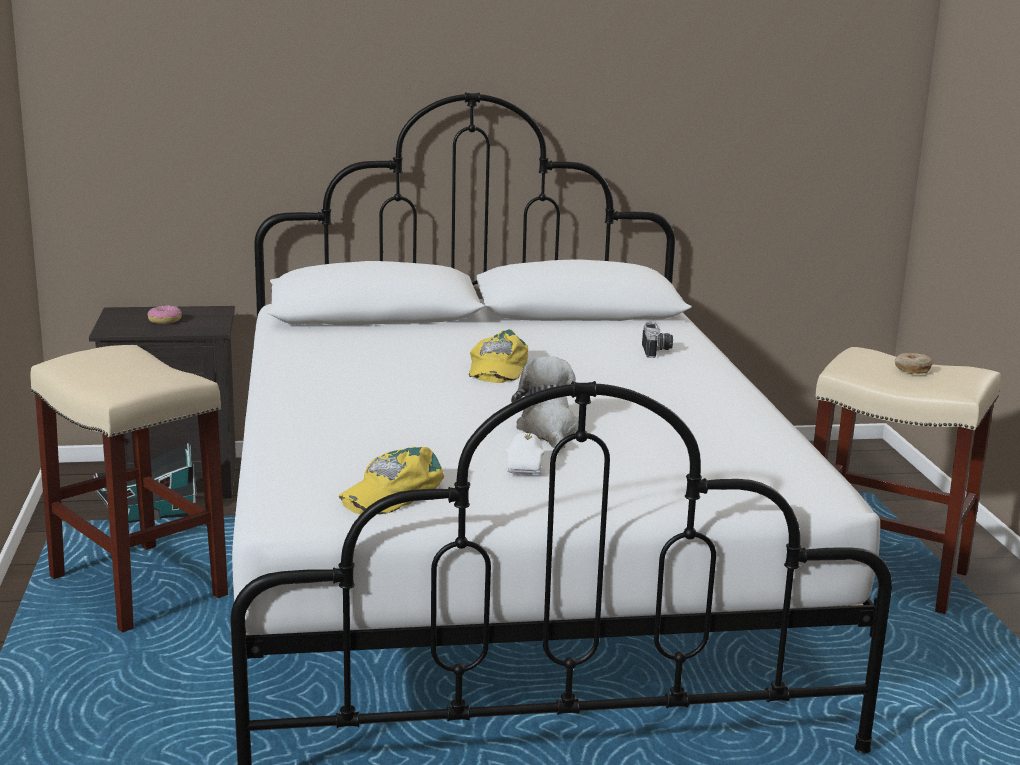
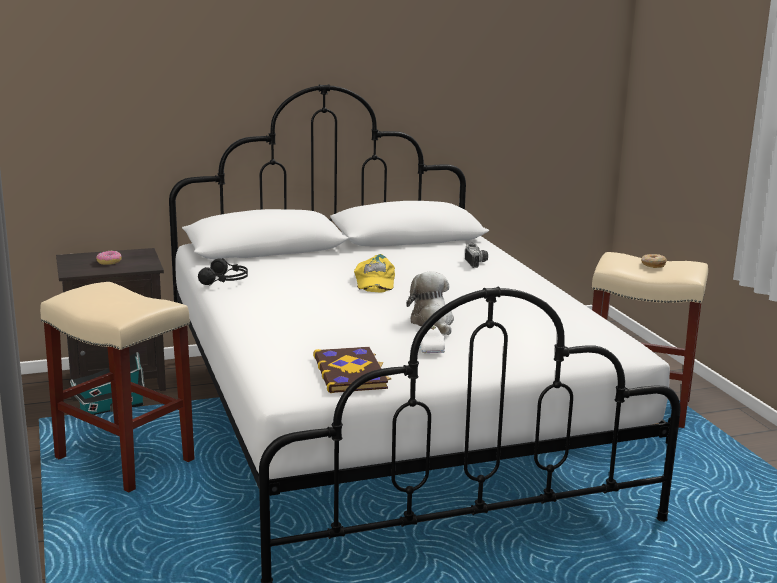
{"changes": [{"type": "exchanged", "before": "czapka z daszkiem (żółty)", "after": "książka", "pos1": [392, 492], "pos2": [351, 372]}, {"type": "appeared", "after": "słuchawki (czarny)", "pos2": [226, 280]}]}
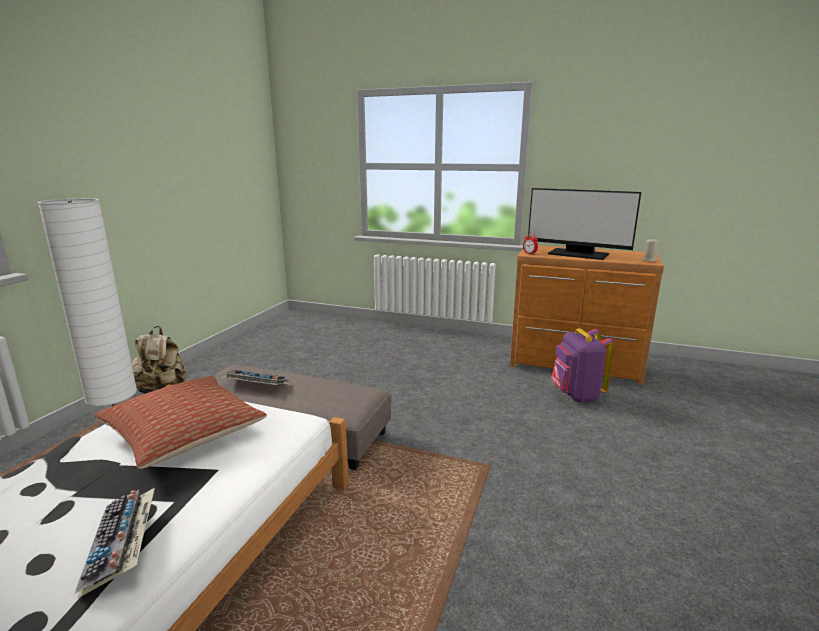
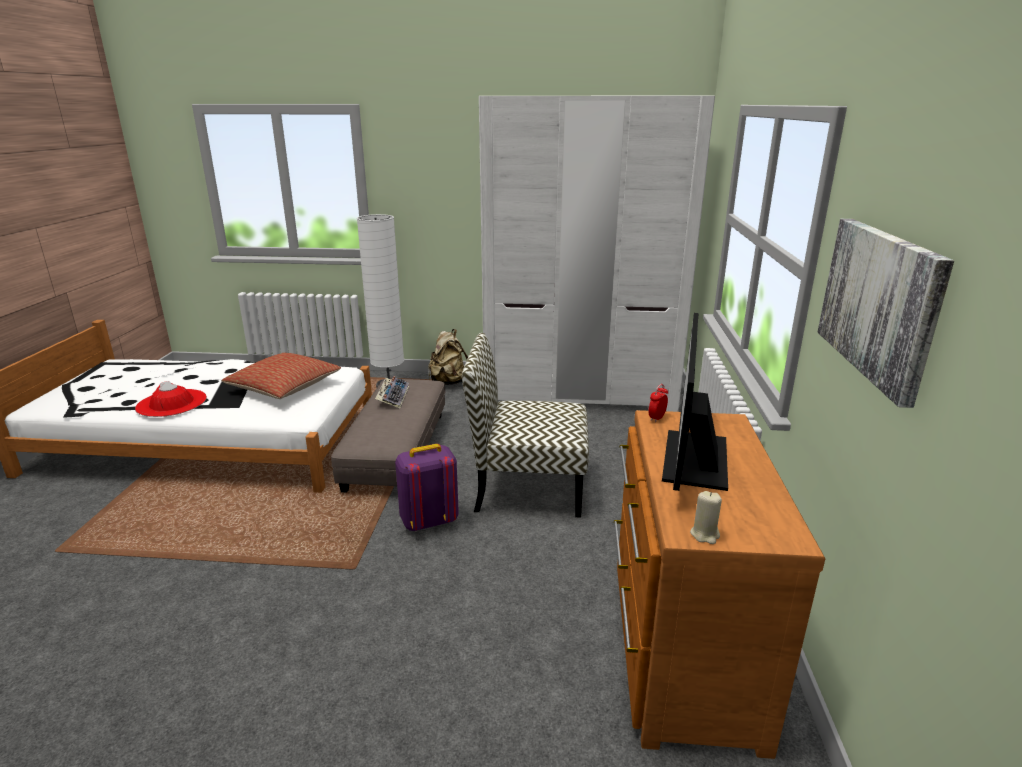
{"changes": [{"type": "exchanged", "before": "klawiatura", "after": "kapelusz (czerwony)", "pos1": [122, 546], "pos2": [171, 403]}, {"type": "relocated", "before": "plecak (fioletowy)", "pos1": [576, 395], "pos2": [428, 521]}, {"type": "appeared", "after": "krzesło", "pos2": [527, 488]}, {"type": "appeared", "after": "szafa (biały)", "pos2": [579, 392]}, {"type": "appeared", "after": "obraz", "pos2": [880, 303]}]}
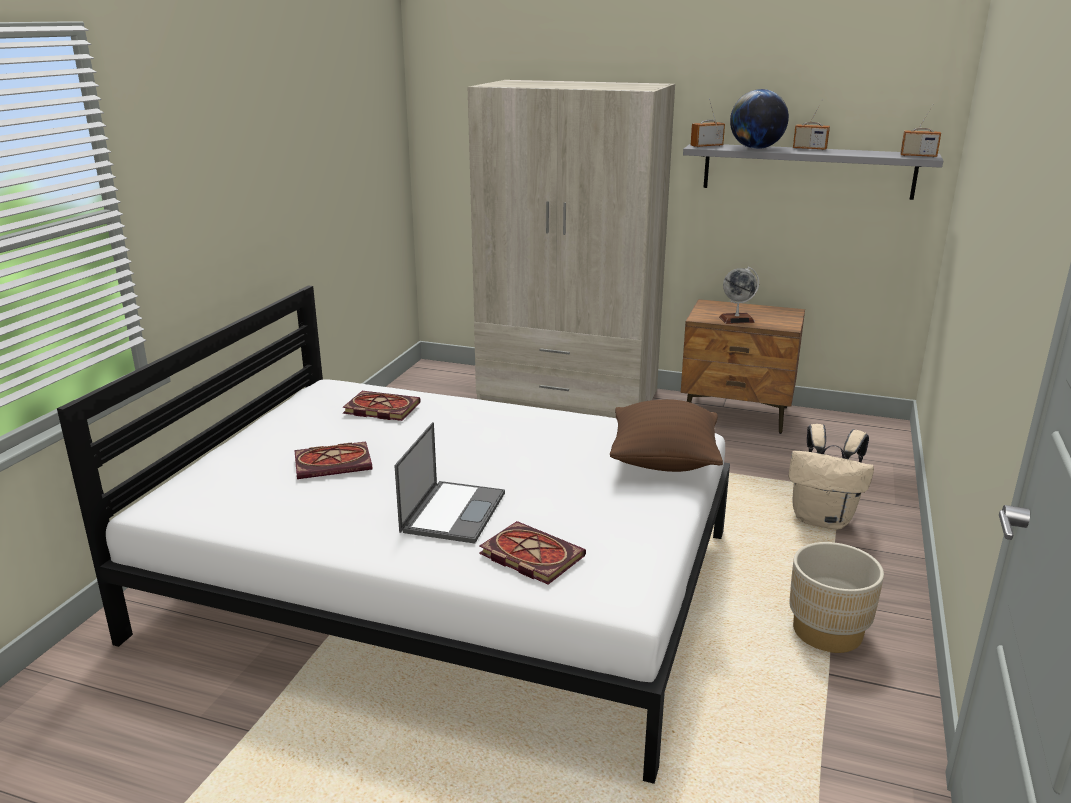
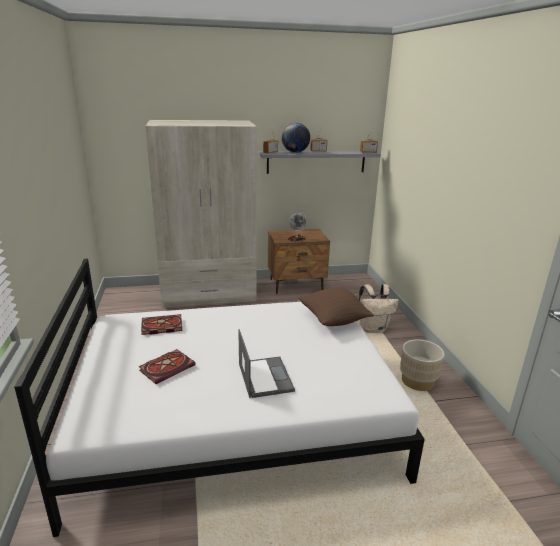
{"changes": [{"type": "missing", "before": "książka", "pos1": [528, 555]}]}
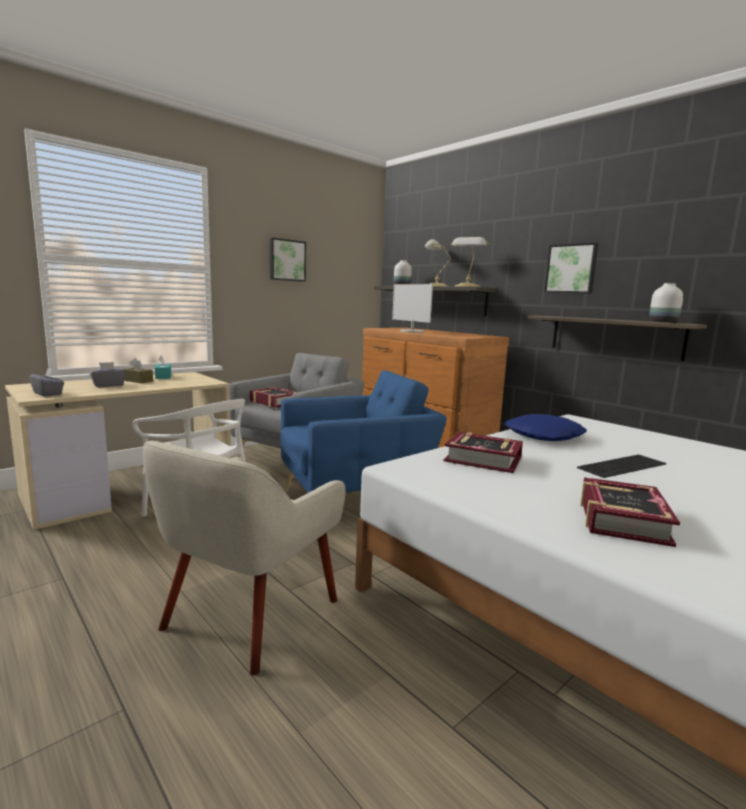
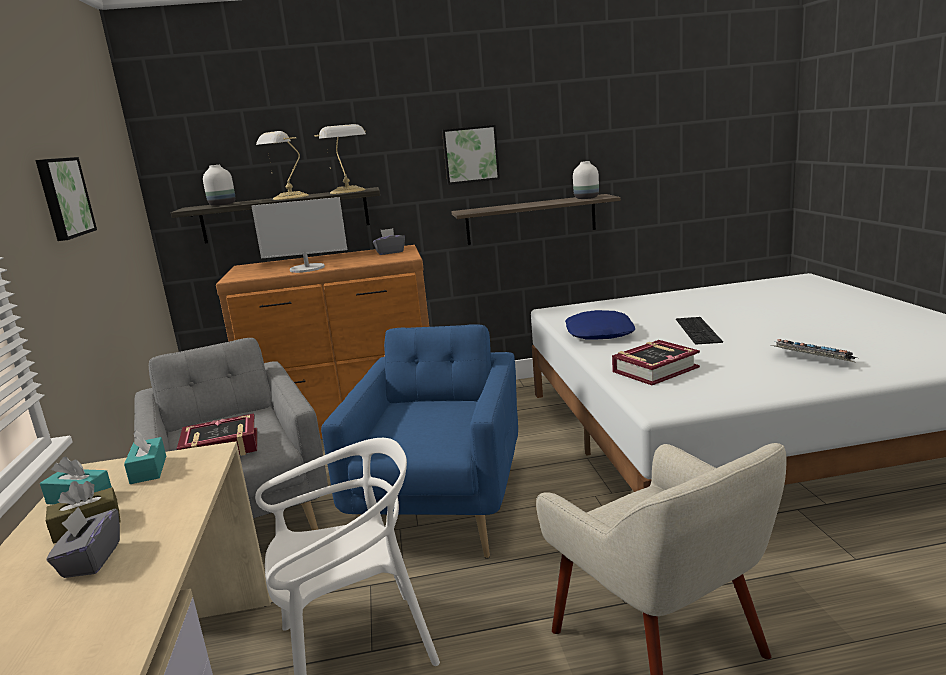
{"changes": [{"type": "relocated", "before": "pudełko chusteczek (szary)", "pos1": [48, 394], "pos2": [390, 252]}, {"type": "exchanged", "before": "książka", "after": "klawiatura", "pos1": [621, 520], "pos2": [810, 359]}, {"type": "appeared", "after": "pudełko chusteczek (turkusowy)", "pos2": [148, 470]}]}
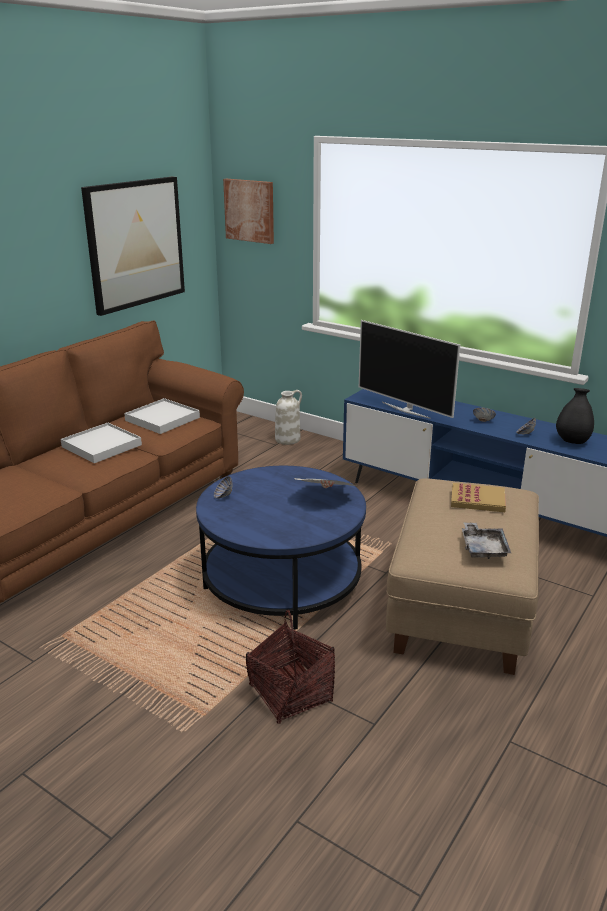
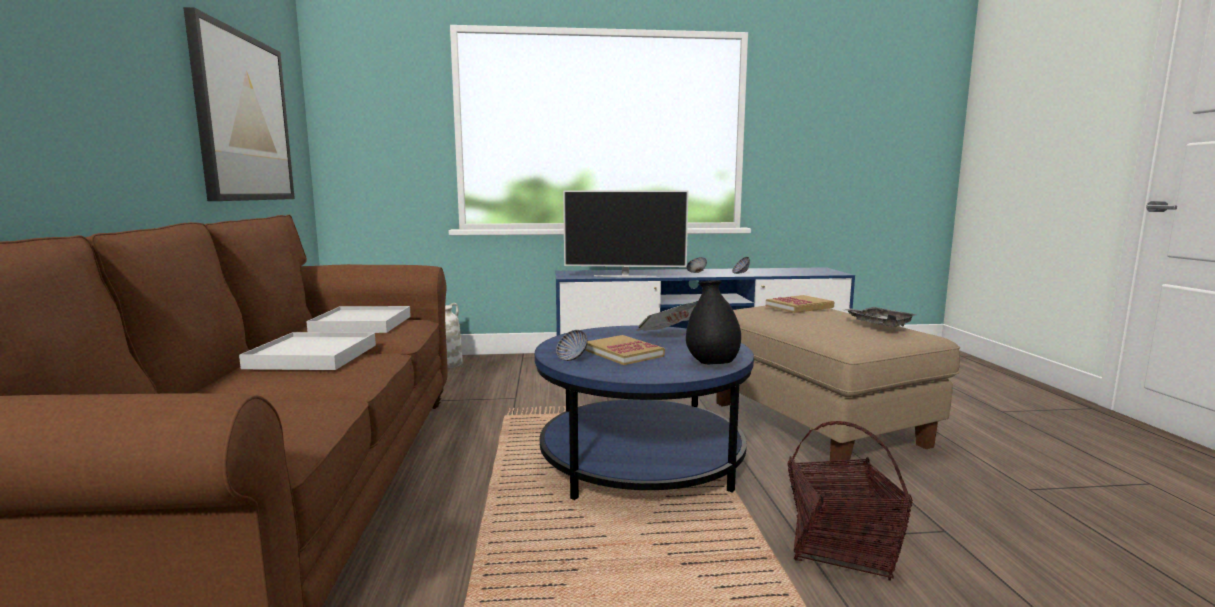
{"changes": [{"type": "missing", "before": "obraz", "pos1": [250, 210]}, {"type": "relocated", "before": "wazon (czarny)", "pos1": [572, 442], "pos2": [712, 364]}, {"type": "appeared", "after": "książka", "pos2": [623, 353]}]}
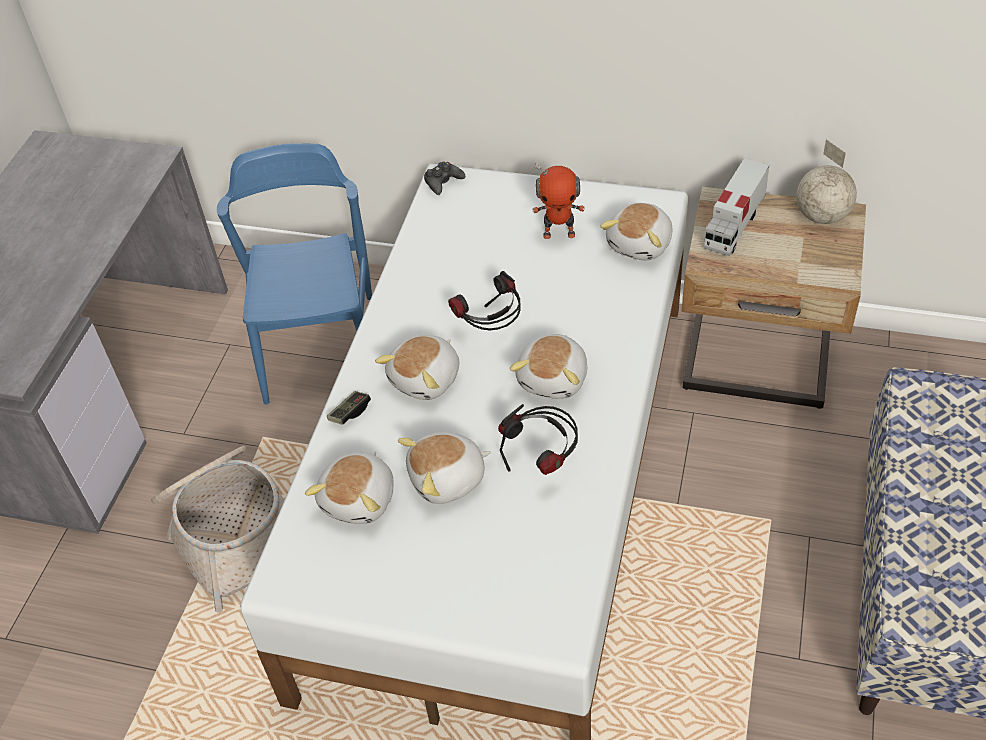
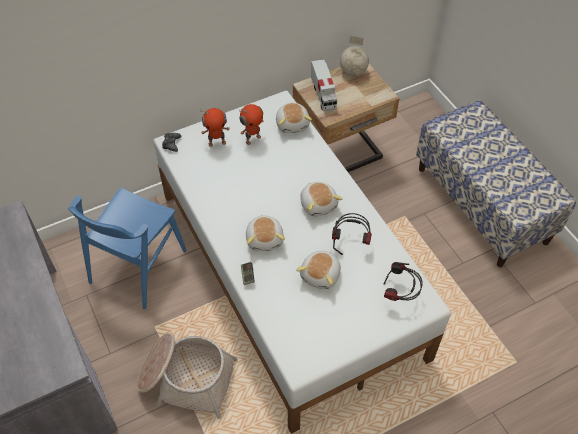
{"changes": [{"type": "spun", "before": "krzesło (niebieski)", "pos1": [320, 347], "pos2": [137, 266], "turn": -105}, {"type": "missing", "before": "pluszak", "pos1": [360, 499]}, {"type": "relocated", "before": "słuchawki", "pos1": [491, 329], "pos2": [400, 294]}, {"type": "appeared", "after": "robot zabawkowy", "pos2": [217, 142]}]}
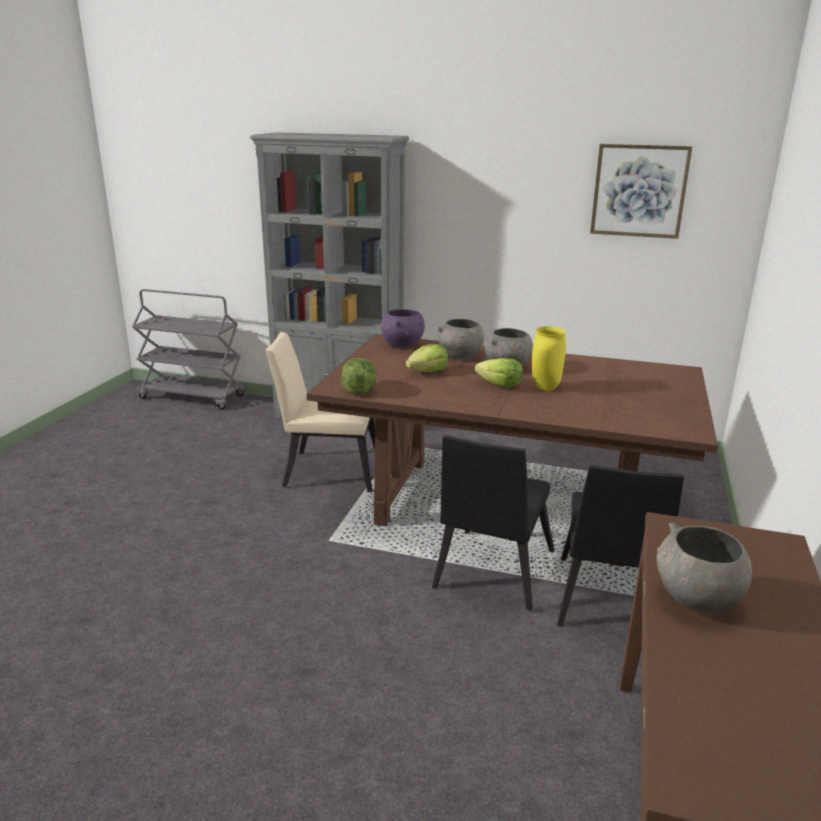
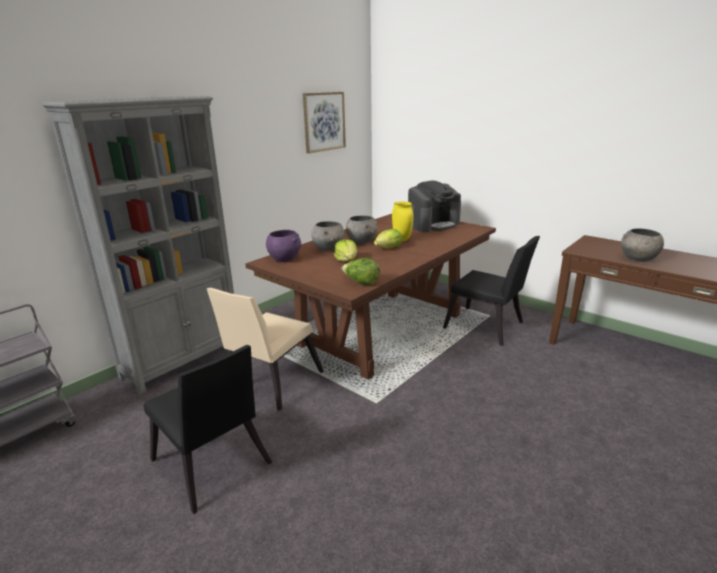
{"changes": [{"type": "relocated", "before": "krzesło (czarny)", "pos1": [490, 573], "pos2": [213, 467]}, {"type": "appeared", "after": "ekspres do kawy", "pos2": [433, 224]}]}
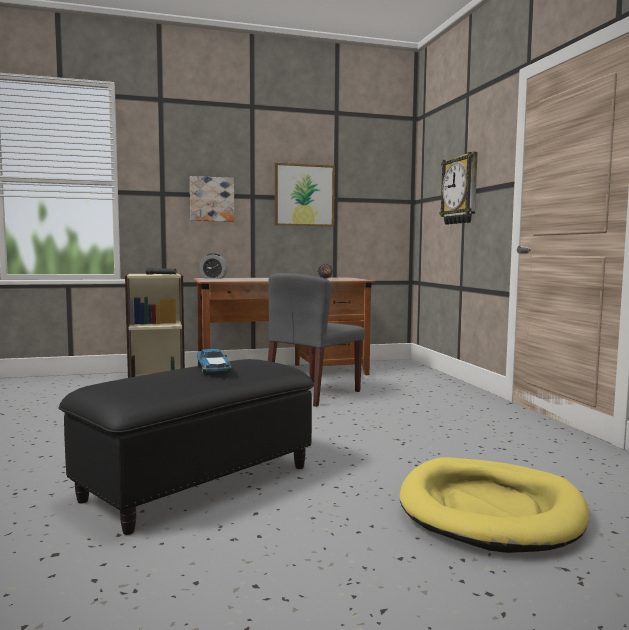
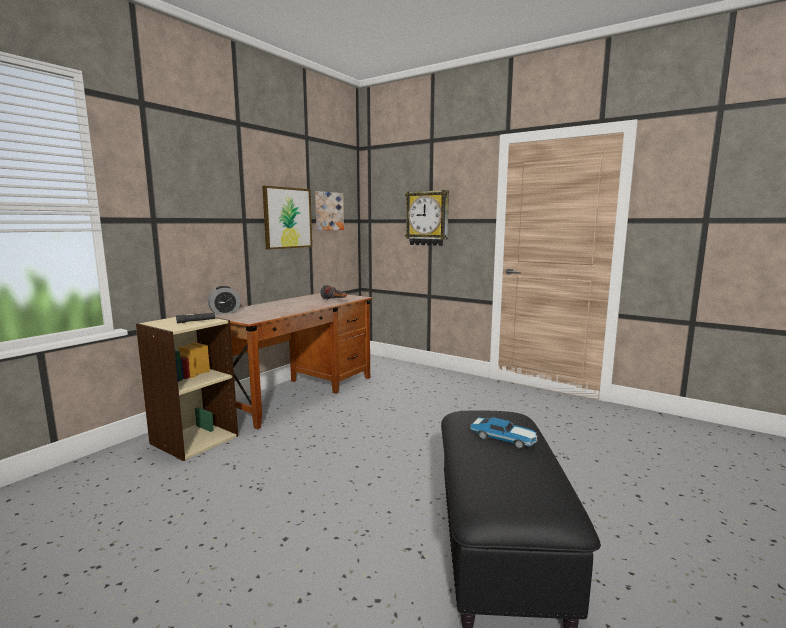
{"changes": [{"type": "relocated", "before": "obraz", "pos1": [211, 199], "pos2": [328, 211]}, {"type": "missing", "before": "krzesło (szary)", "pos1": [313, 393]}, {"type": "missing", "before": "legowisko (żółty)", "pos1": [490, 510]}]}
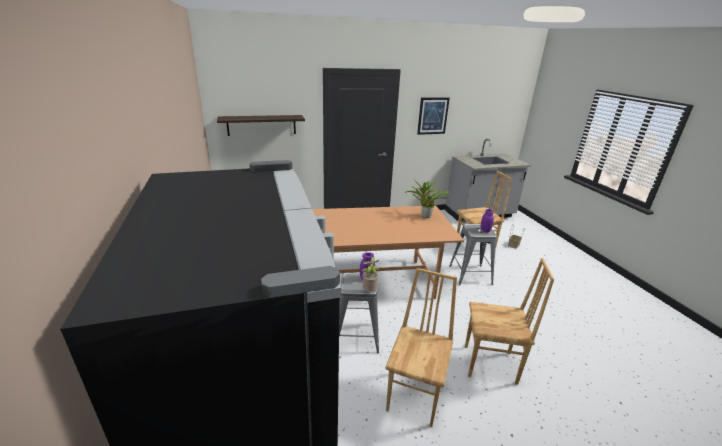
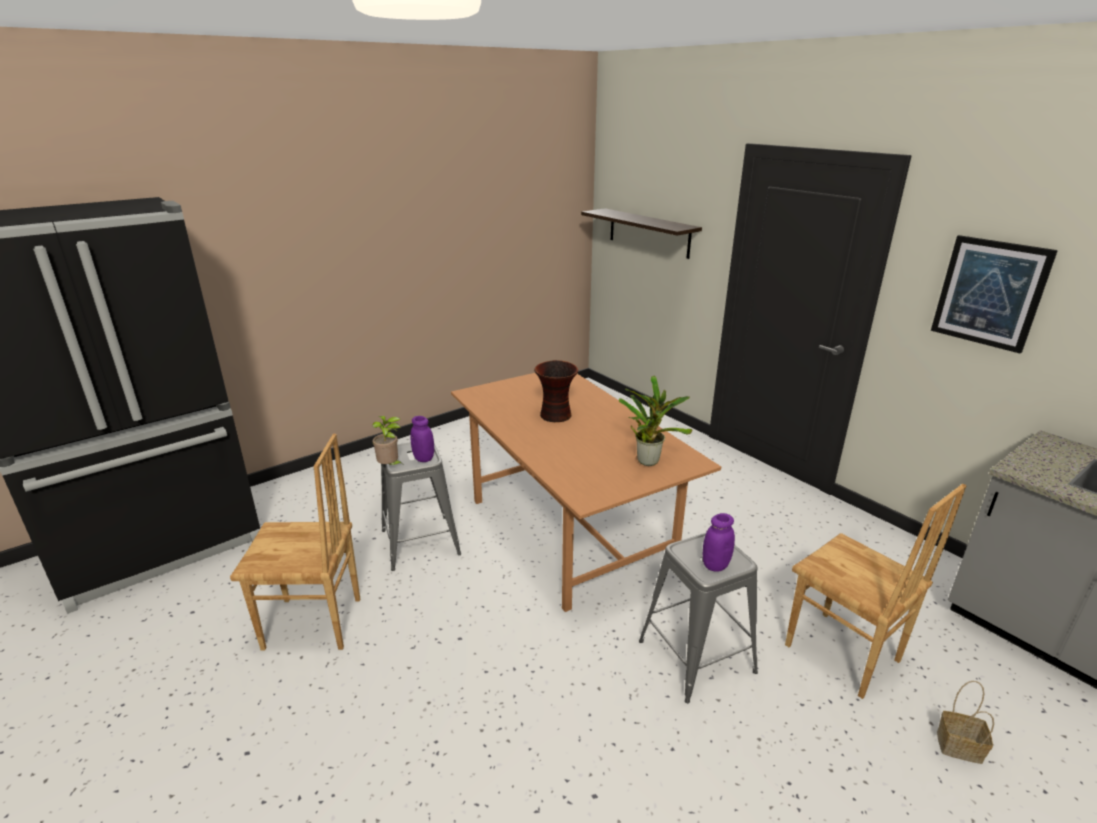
{"changes": [{"type": "missing", "before": "krzesło (brązowy)", "pos1": [490, 365]}, {"type": "appeared", "after": "wazon", "pos2": [556, 416]}]}
